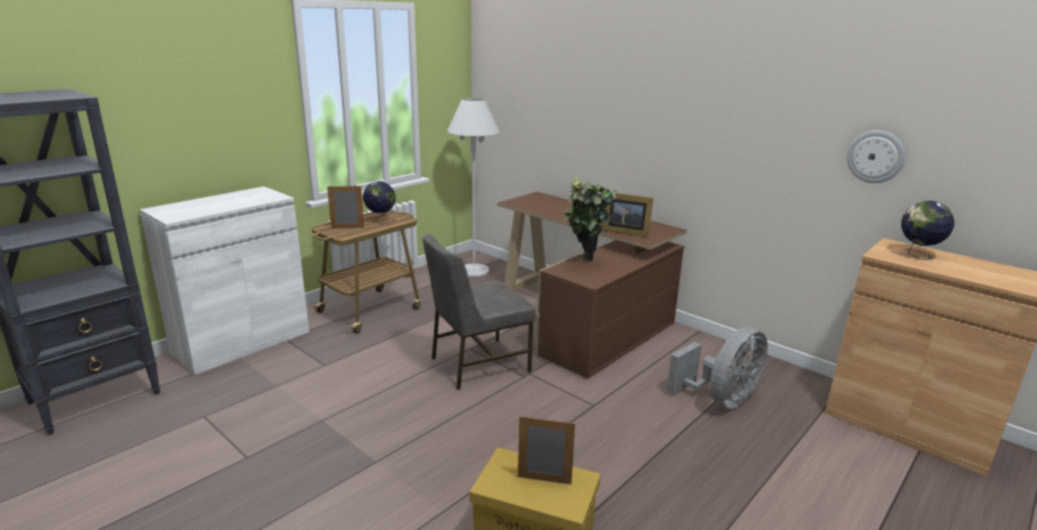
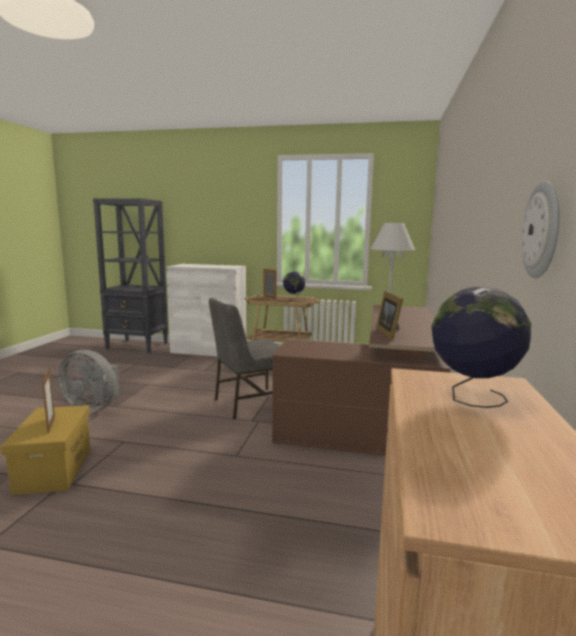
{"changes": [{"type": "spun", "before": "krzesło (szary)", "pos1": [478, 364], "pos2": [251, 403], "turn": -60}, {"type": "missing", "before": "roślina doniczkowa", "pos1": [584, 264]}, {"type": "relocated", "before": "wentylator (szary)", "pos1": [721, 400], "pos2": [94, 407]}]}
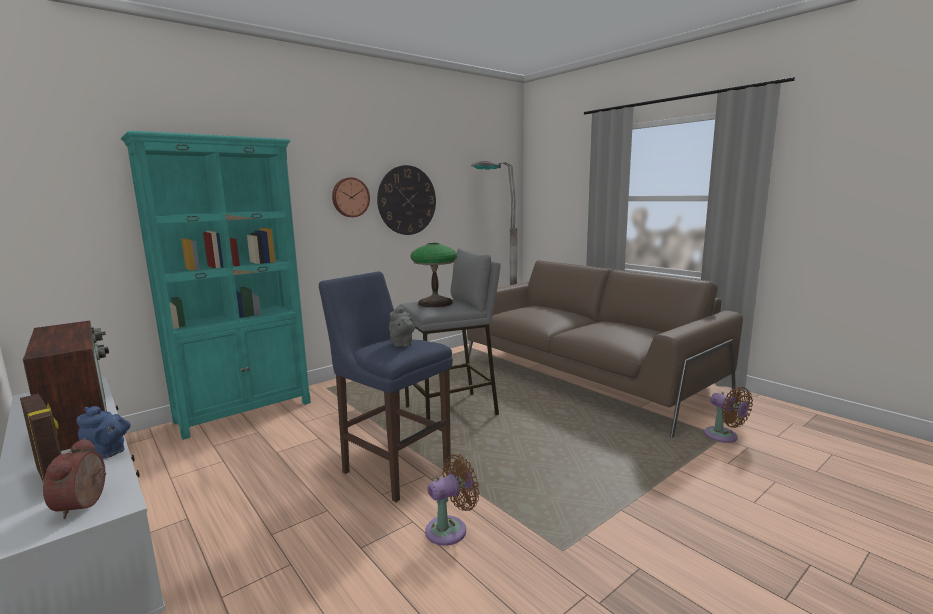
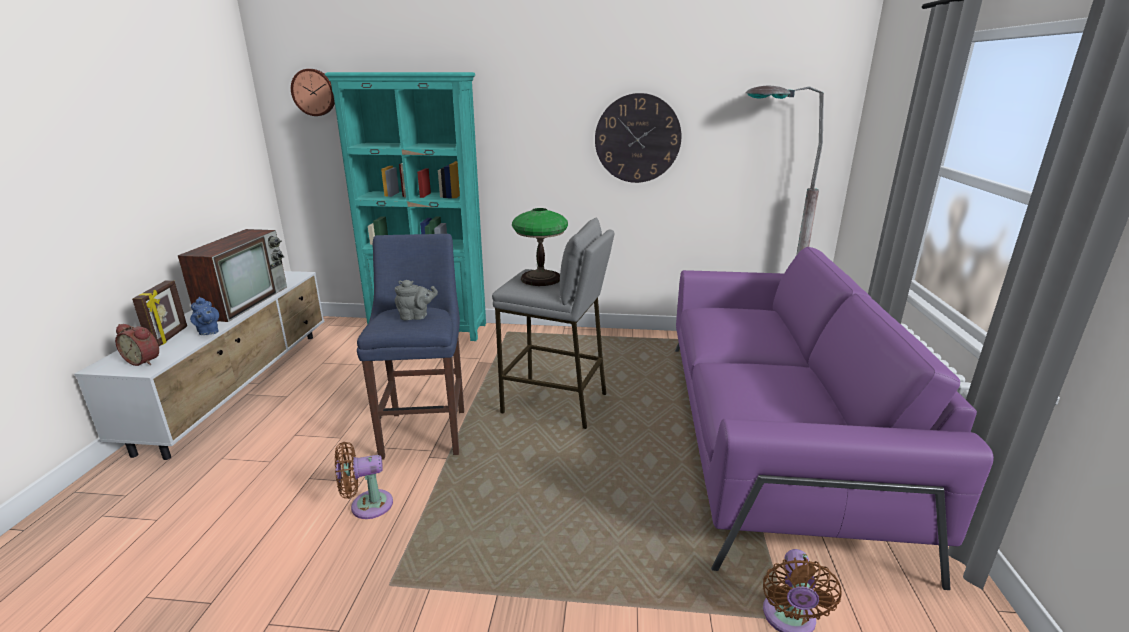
{"changes": [{"type": "spun", "before": "budzik", "pos1": [85, 504], "pos2": [145, 361], "turn": -105}, {"type": "relocated", "before": "zegar ścienny", "pos1": [350, 197], "pos2": [314, 92]}, {"type": "spun", "before": "imbryk (szary)", "pos1": [402, 344], "pos2": [416, 317], "turn": -120}, {"type": "spun", "before": "wentylator (brązowy)", "pos1": [450, 529], "pos2": [367, 505], "turn": 150}, {"type": "colour", "before": "kanapa (brązowy)", "after": "kanapa (fioletowy)", "pos1": [585, 376], "pos2": [771, 435]}]}
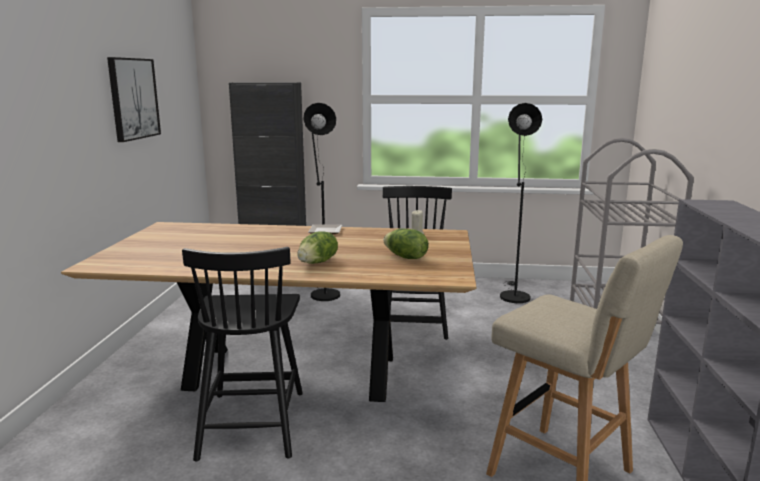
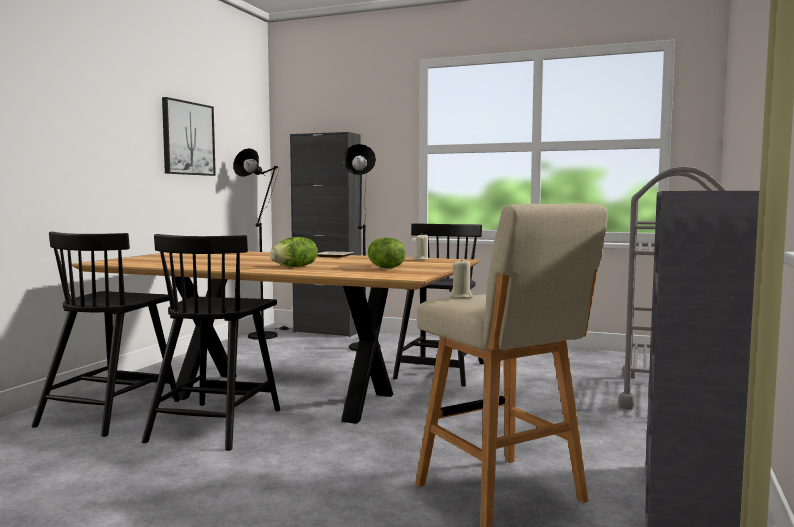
{"changes": [{"type": "relocated", "before": "lampa stojąca (czarny)", "pos1": [513, 295], "pos2": [265, 335]}, {"type": "appeared", "after": "krzesło (czarny)", "pos2": [111, 412]}, {"type": "appeared", "after": "świeca (beżowy)", "pos2": [461, 297]}]}
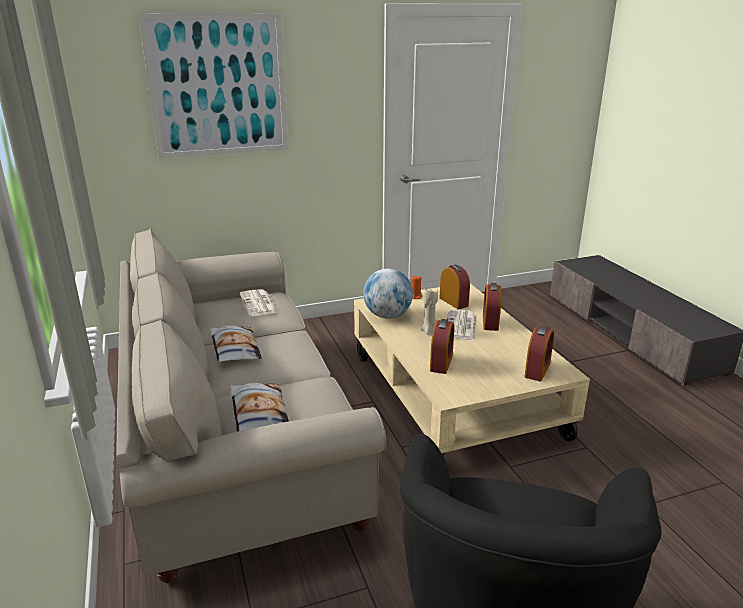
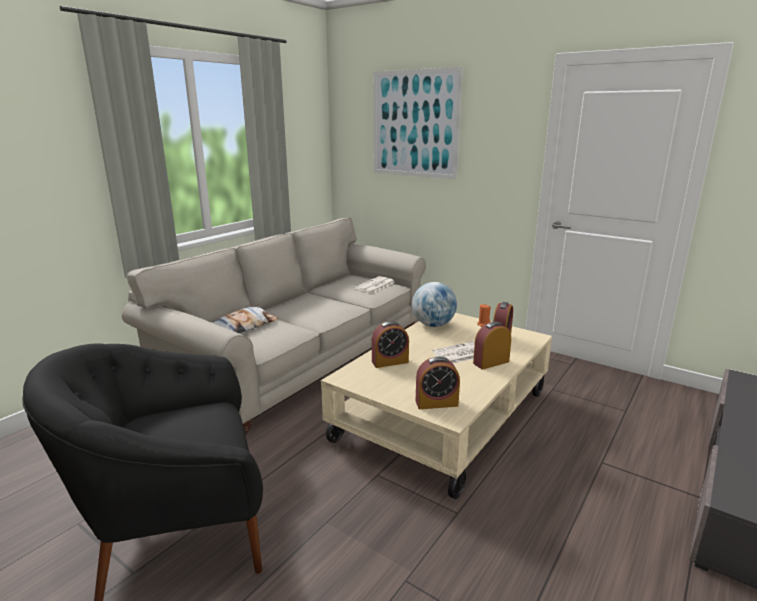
{"changes": [{"type": "missing", "before": "poduszka", "pos1": [234, 349]}, {"type": "missing", "before": "świeca (beżowy)", "pos1": [429, 331]}]}
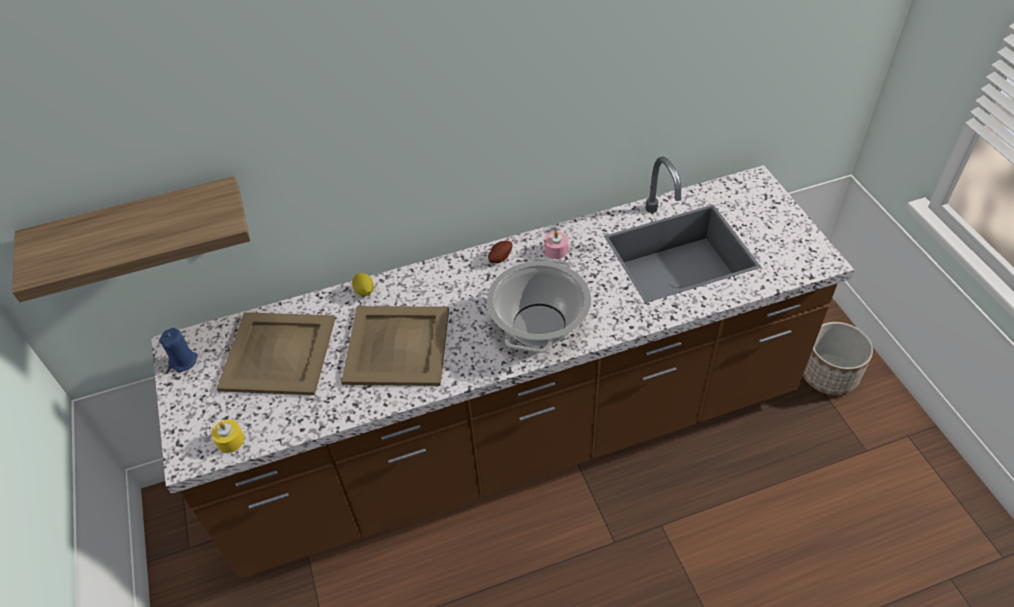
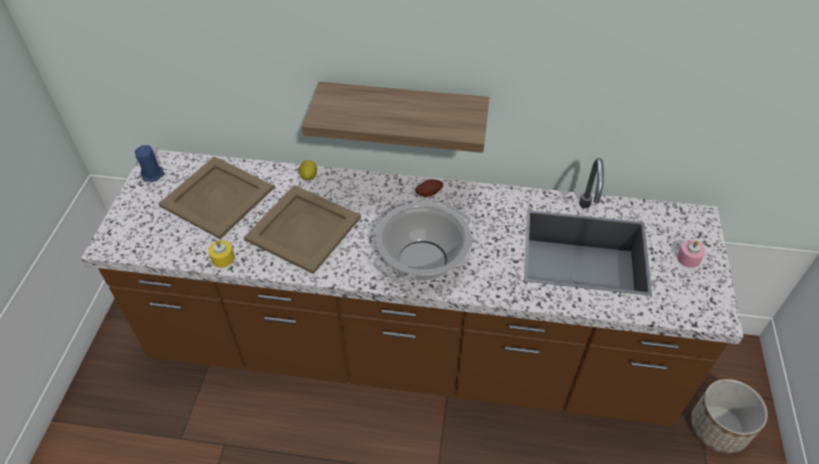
{"changes": [{"type": "relocated", "before": "półka", "pos1": [142, 231], "pos2": [403, 114]}, {"type": "relocated", "before": "świeca (żółty)", "pos1": [230, 440], "pos2": [223, 258]}, {"type": "relocated", "before": "świeca (różowy)", "pos1": [556, 250], "pos2": [688, 258]}]}
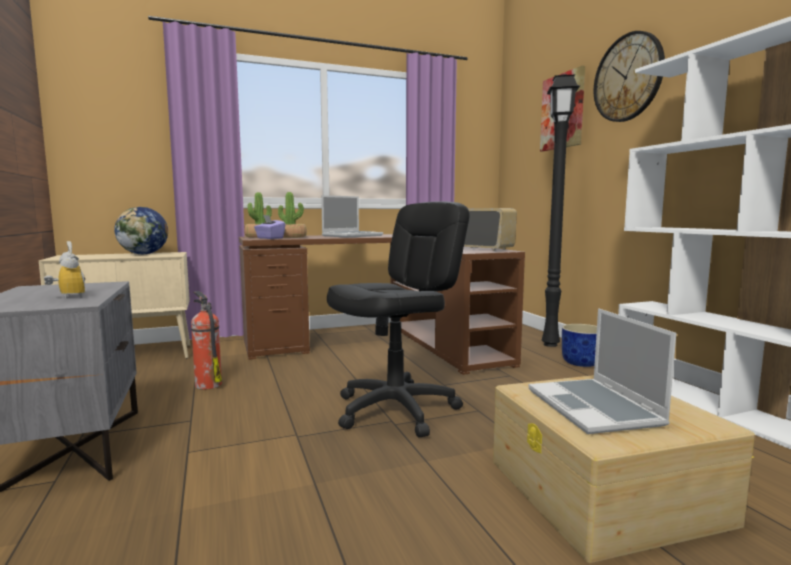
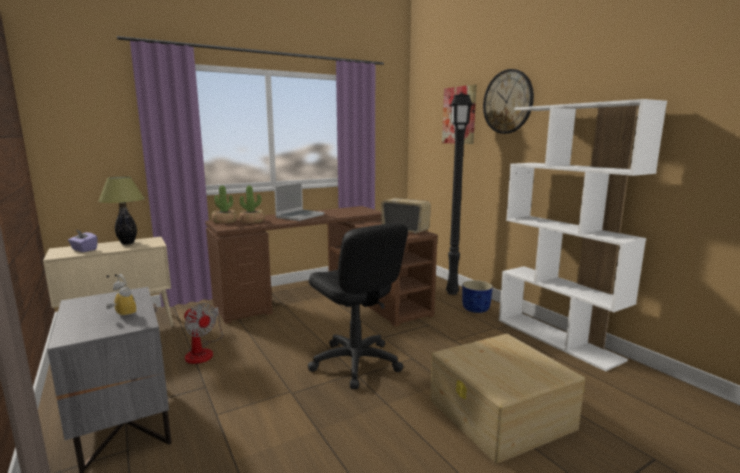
{"changes": [{"type": "exchanged", "before": "globus", "after": "lampa stołowa", "pos1": [144, 254], "pos2": [128, 243]}, {"type": "exchanged", "before": "gaśnica", "after": "wentylator", "pos1": [208, 384], "pos2": [203, 351]}, {"type": "relocated", "before": "pudełko chusteczek (fioletowy)", "pos1": [269, 238], "pos2": [84, 249]}, {"type": "spun", "before": "krzesło biurowe (czarny)", "pos1": [396, 410], "pos2": [355, 363], "turn": 105}, {"type": "missing", "before": "laptop", "pos1": [595, 408]}]}
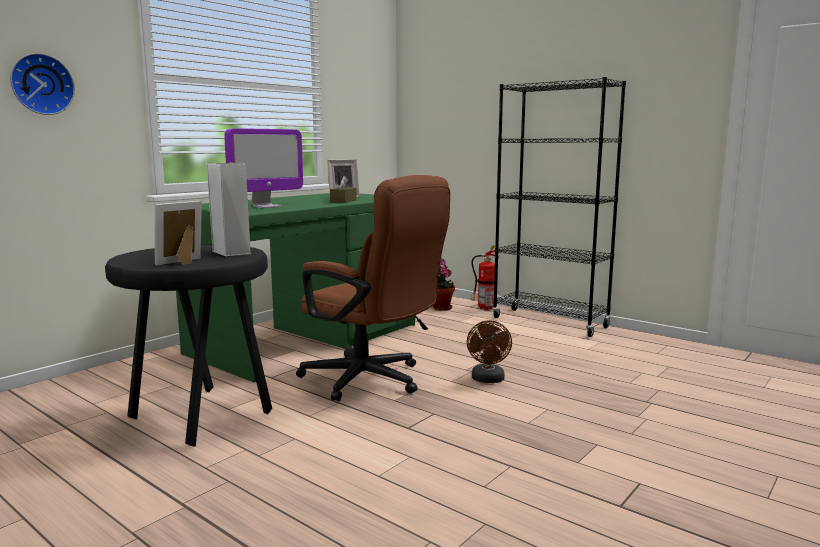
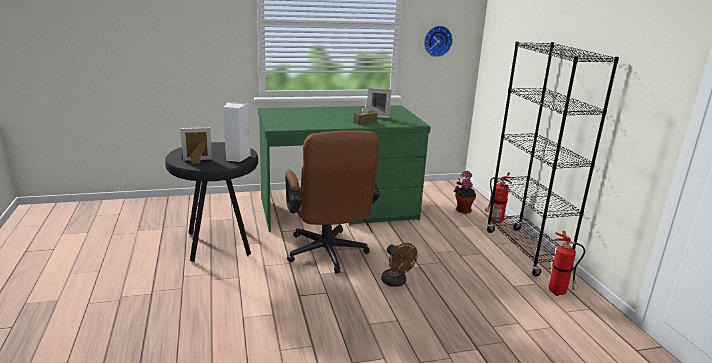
{"changes": [{"type": "relocated", "before": "zegar ścienny", "pos1": [41, 84], "pos2": [437, 41]}, {"type": "missing", "before": "monitor", "pos1": [266, 206]}, {"type": "spun", "before": "wentylator (brązowy)", "pos1": [488, 380], "pos2": [396, 282], "turn": -75}, {"type": "appeared", "after": "gaśnica", "pos2": [559, 293]}]}
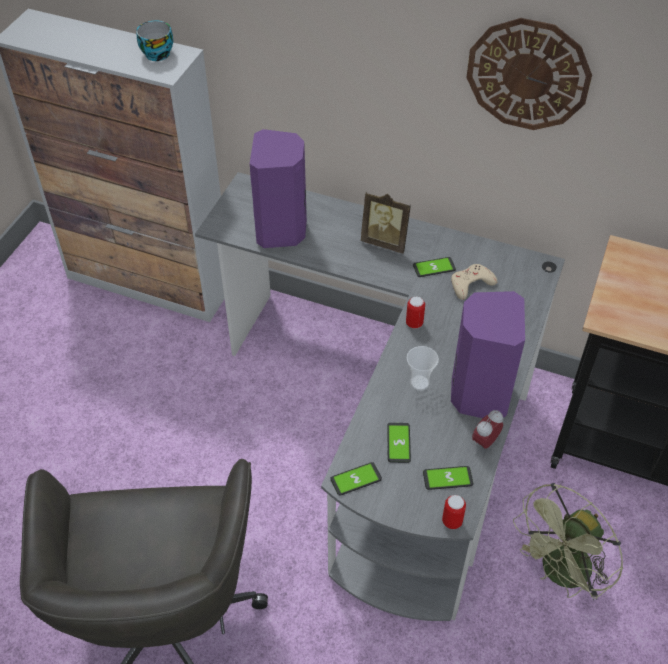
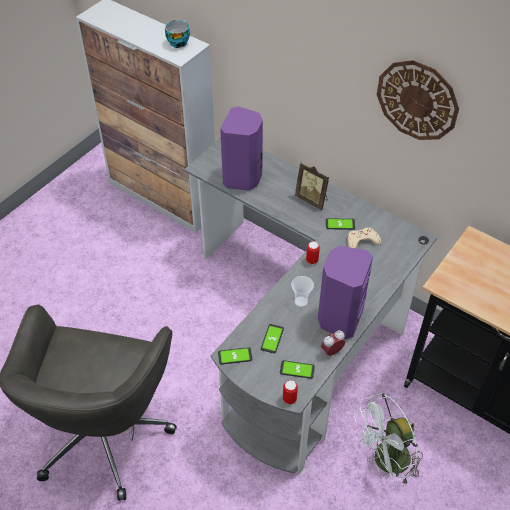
{"changes": [{"type": "colour", "before": "wentylator (zielony)", "after": "wentylator (biały)", "pos1": [560, 574], "pos2": [385, 462]}]}
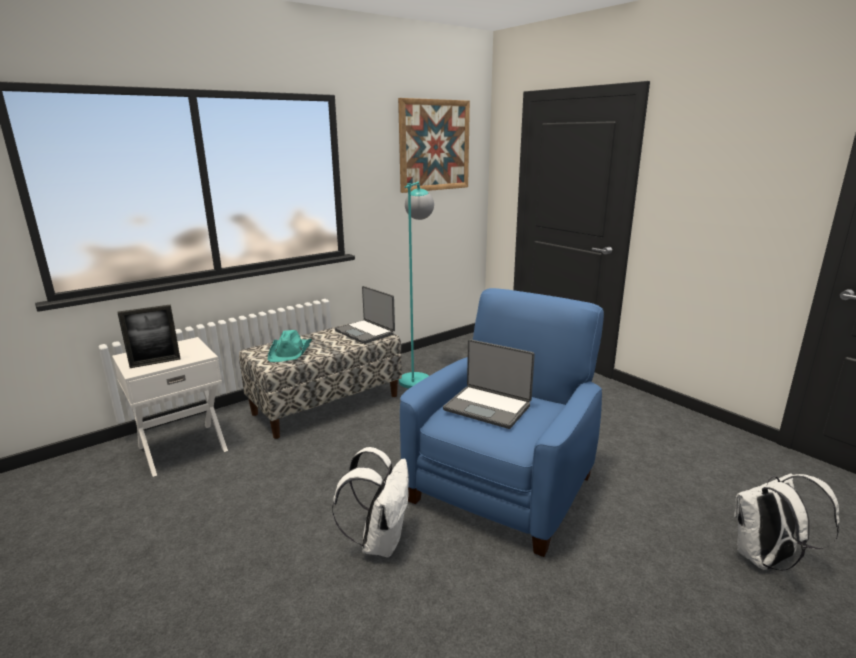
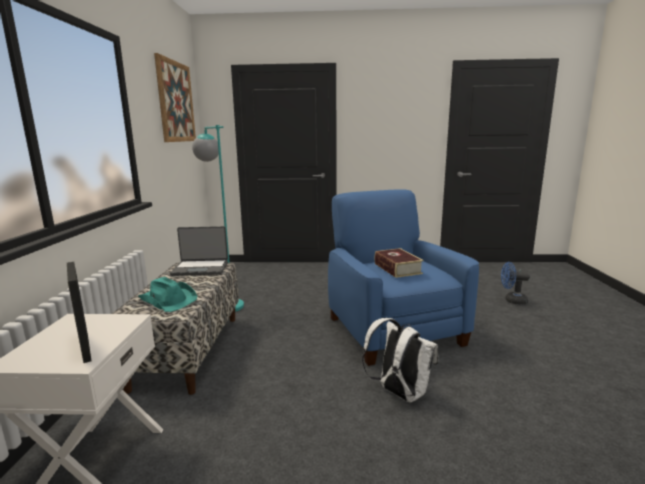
{"changes": [{"type": "spun", "before": "ramka na zdjęcie", "pos1": [155, 363], "pos2": [85, 347], "turn": 135}, {"type": "exchanged", "before": "laptop", "after": "książka", "pos1": [488, 407], "pos2": [397, 268]}, {"type": "exchanged", "before": "plecak (biały)", "after": "wentylator (niebieski)", "pos1": [765, 559], "pos2": [512, 300]}]}
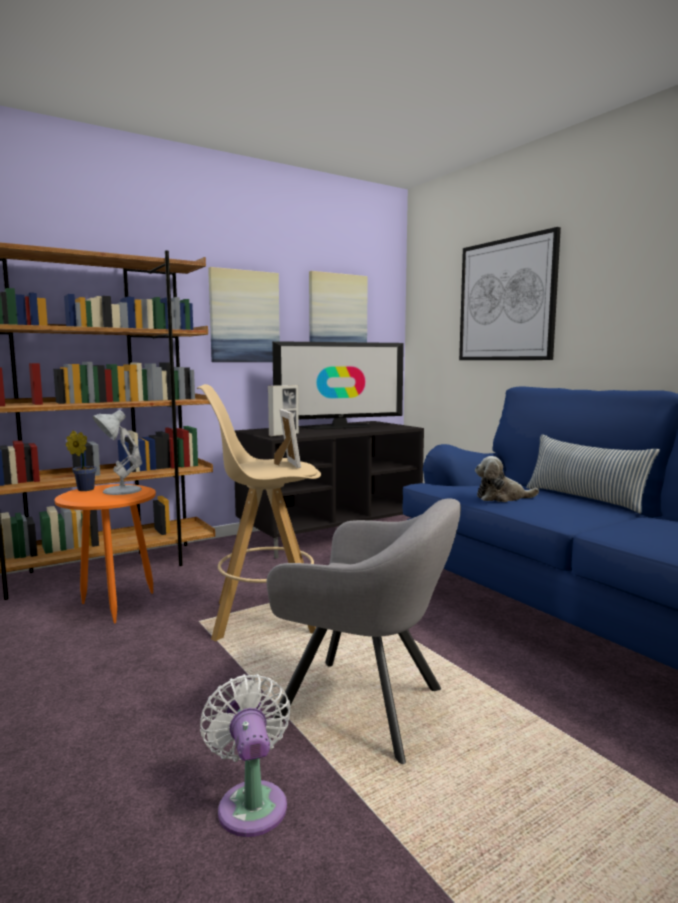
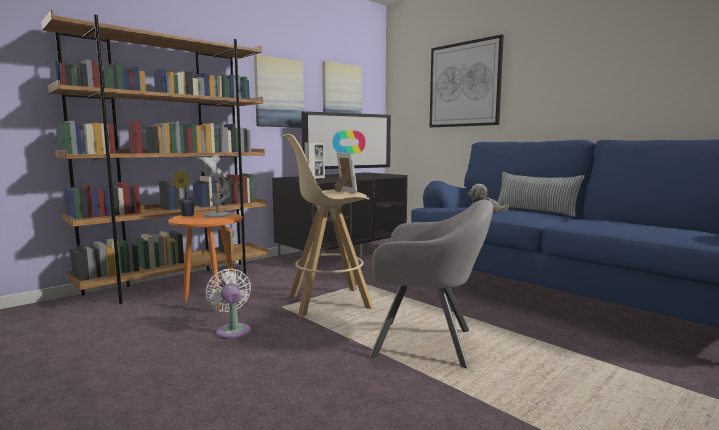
{"changes": [{"type": "relocated", "before": "wentylator (biały)", "pos1": [251, 802], "pos2": [232, 330]}]}
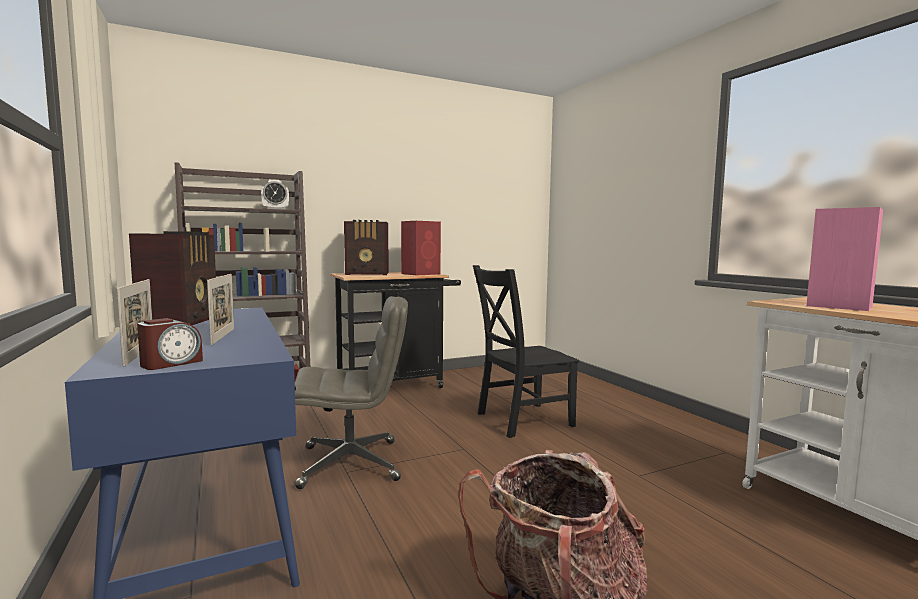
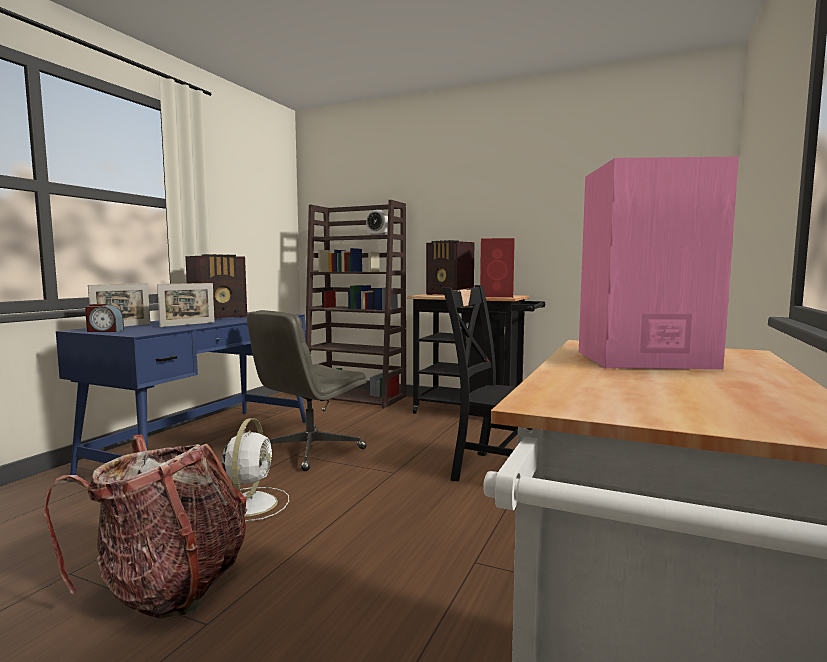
{"changes": [{"type": "spun", "before": "krzesło biurowe (szary)", "pos1": [352, 463], "pos2": [309, 451], "turn": 90}, {"type": "appeared", "after": "wentylator (biały)", "pos2": [251, 503]}]}
